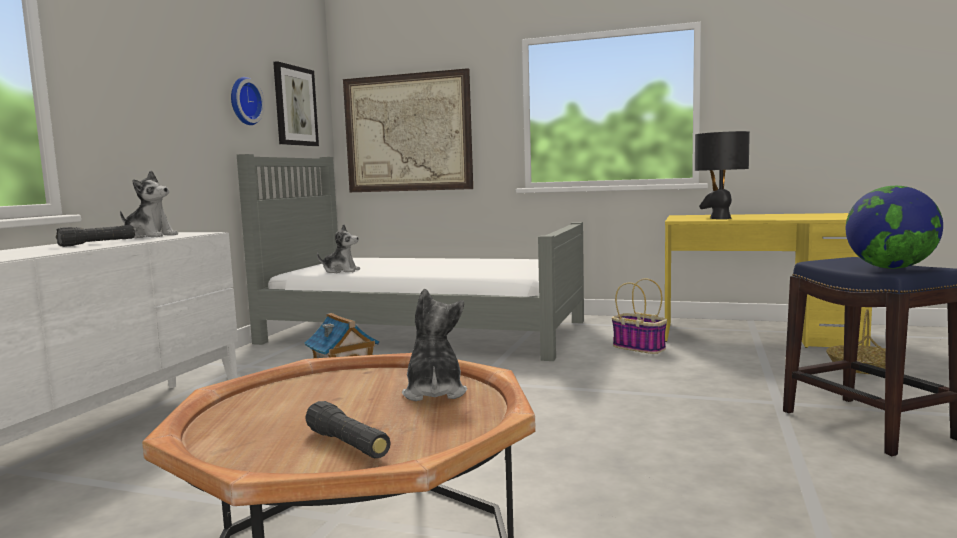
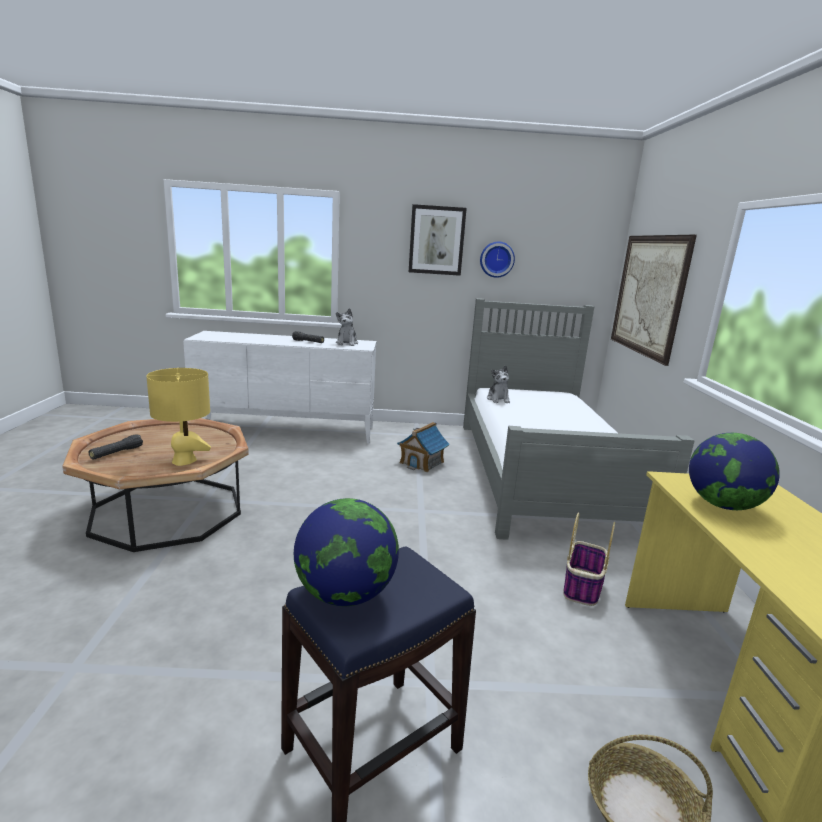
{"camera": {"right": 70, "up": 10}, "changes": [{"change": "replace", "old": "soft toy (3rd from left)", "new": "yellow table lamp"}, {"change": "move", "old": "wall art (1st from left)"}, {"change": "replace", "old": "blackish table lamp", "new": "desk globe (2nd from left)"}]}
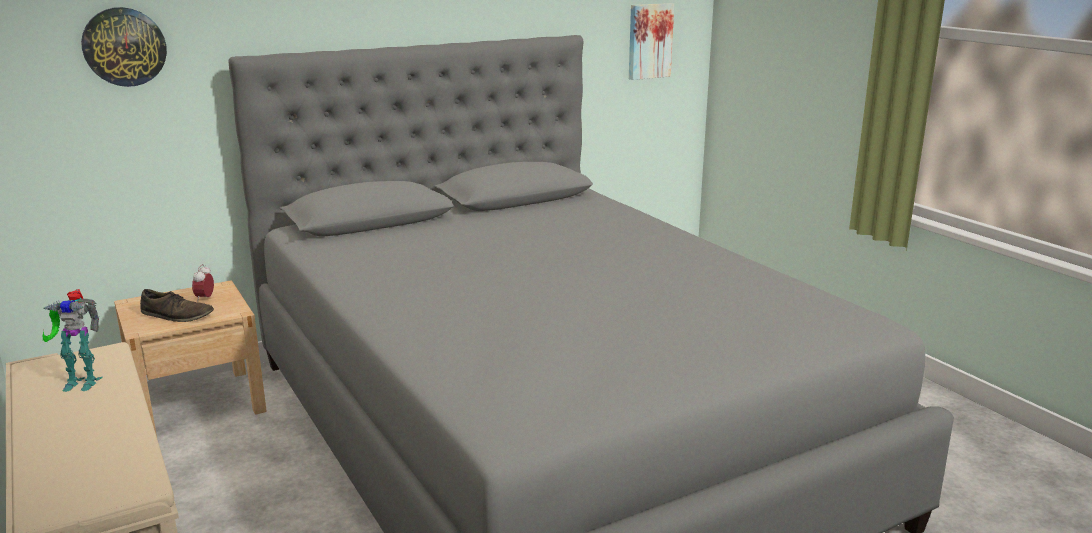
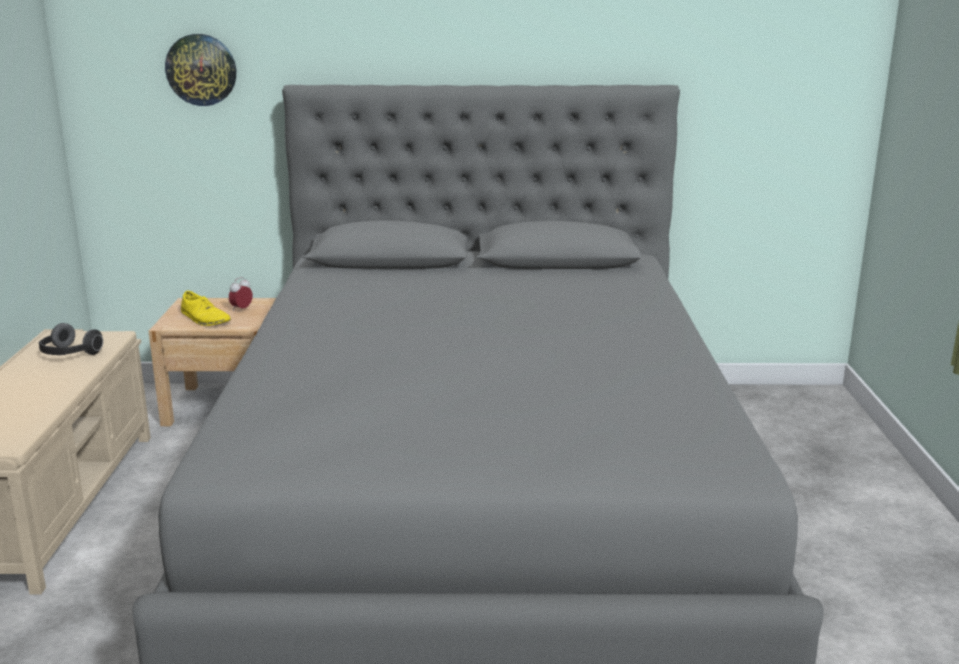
{"camera": {"right": 30, "up": 0}, "changes": [{"change": "replace", "old": "model robot", "new": "headset"}, {"change": "recolor", "old": "brown-coloured low shoe", "new": "yellow low shoe"}, {"change": "delete", "old": "wall art"}]}
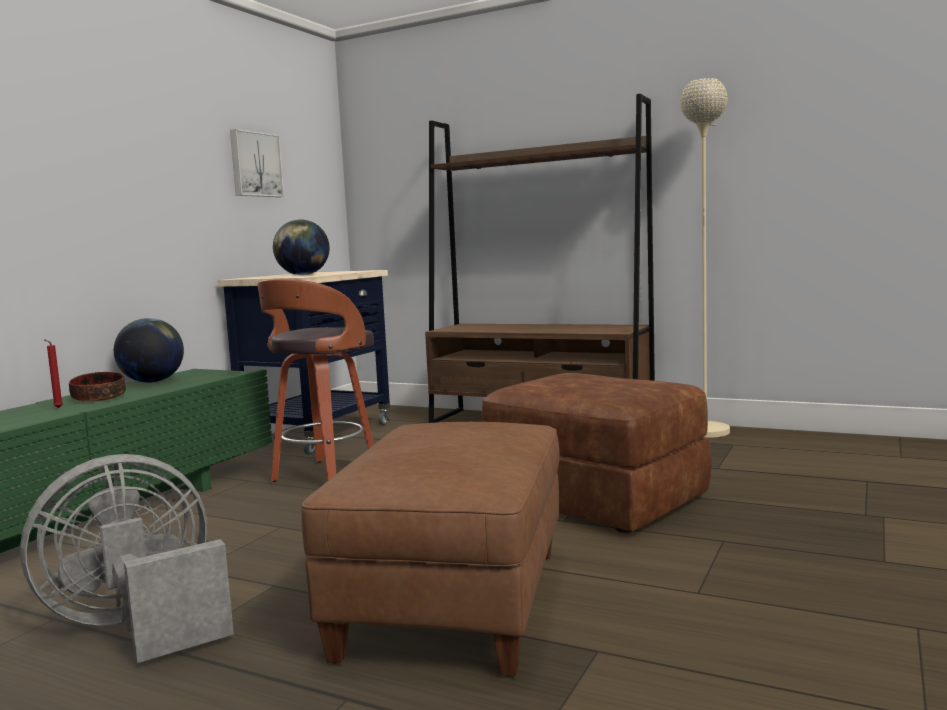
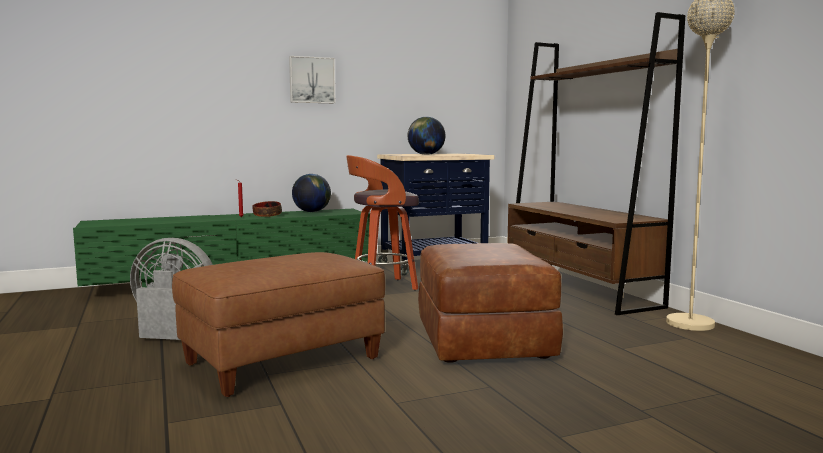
{"camera": {"right": 40, "up": 0}, "changes": [{"change": "move", "old": "wall art"}]}
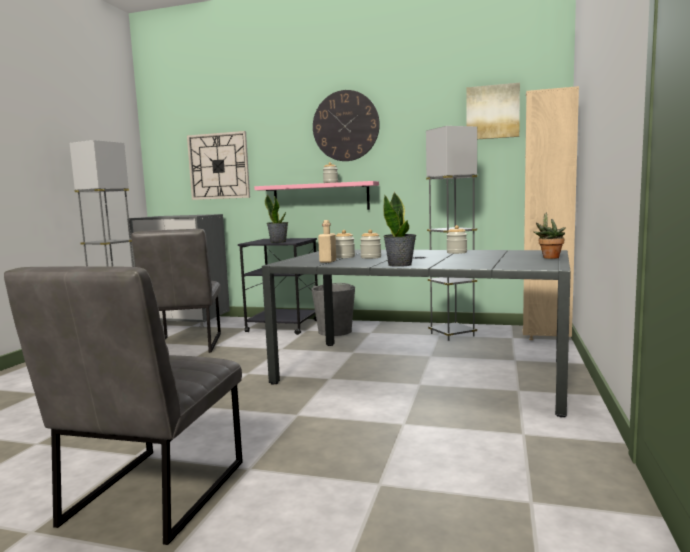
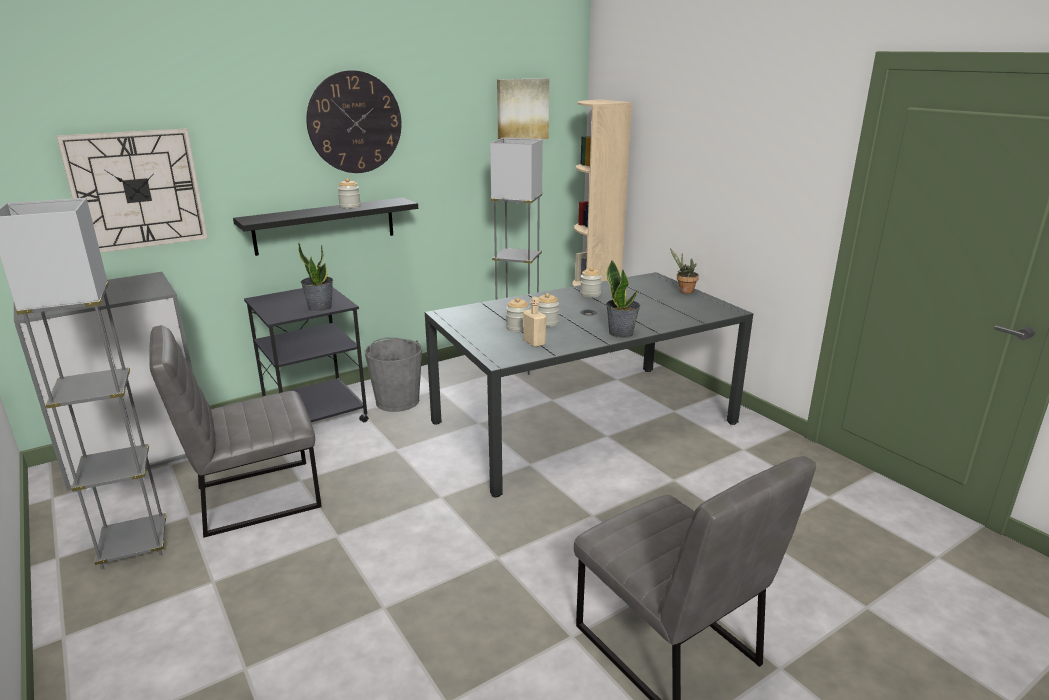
{"camera": {"right": -50, "up": 15}, "changes": [{"change": "rotate", "old": "greyish plain chair (2nd from left in the first image)", "degrees": 120}, {"change": "recolor", "old": "pink-coloured shelf", "new": "blackish shelf"}]}
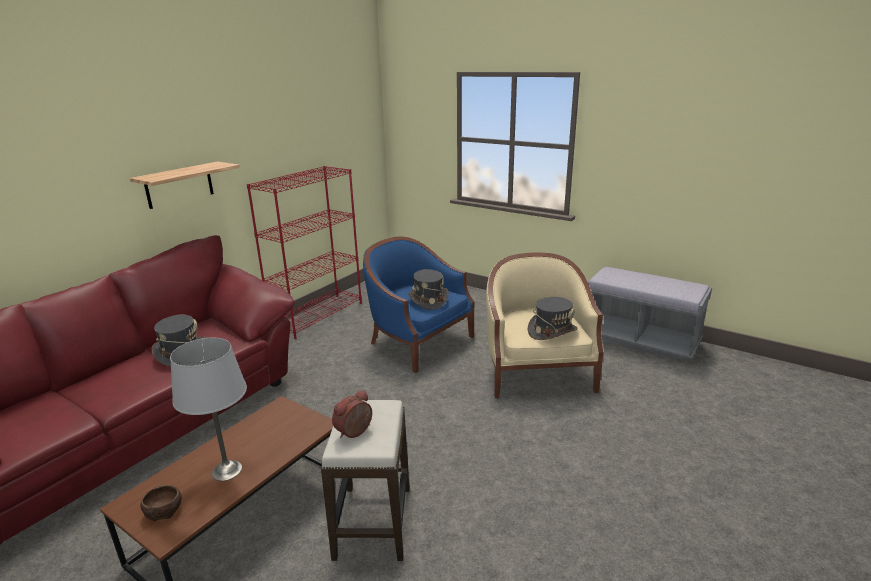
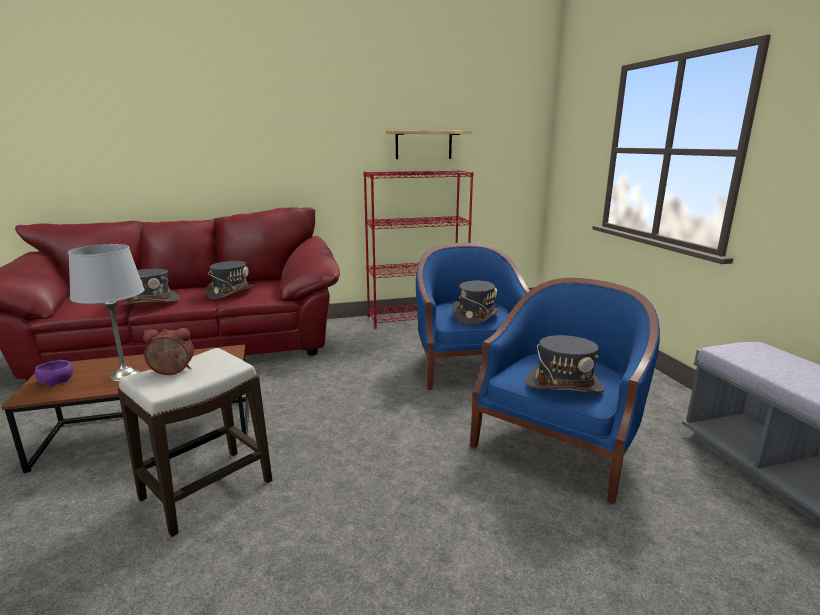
{"camera": {"right": 40, "up": -5}, "changes": [{"change": "recolor", "old": "brown-coloured bowl", "new": "purple-coloured bowl"}, {"change": "insert", "new": "greyish wearable hat (1st from left)"}, {"change": "move", "old": "shelf"}, {"change": "recolor", "old": "beige armchair", "new": "blue-coloured armchair (2nd from left)"}]}
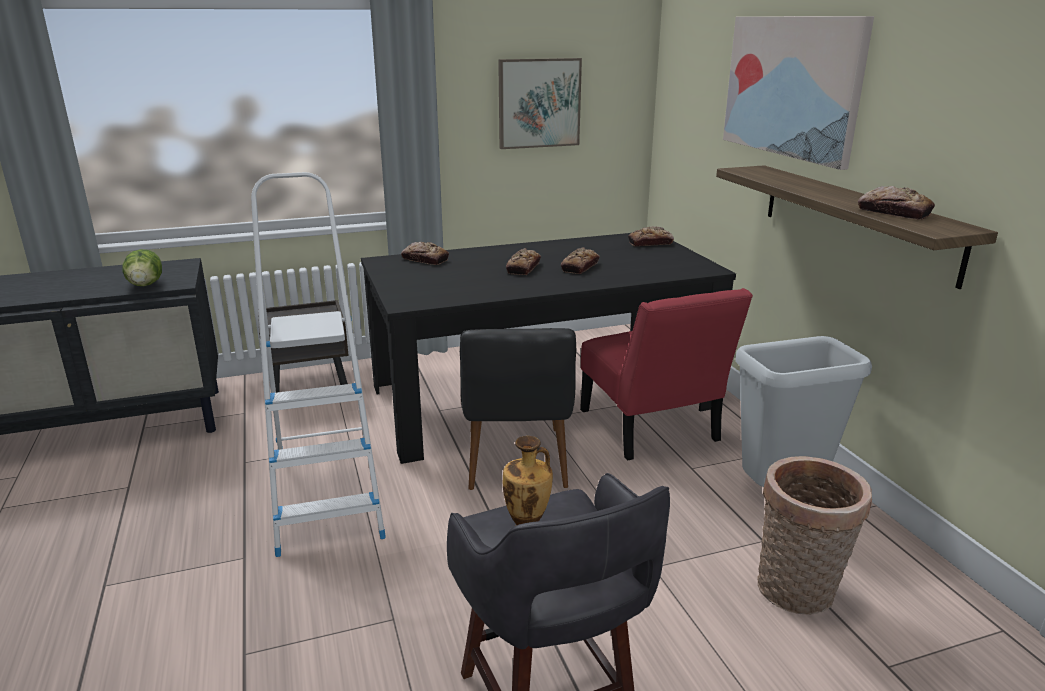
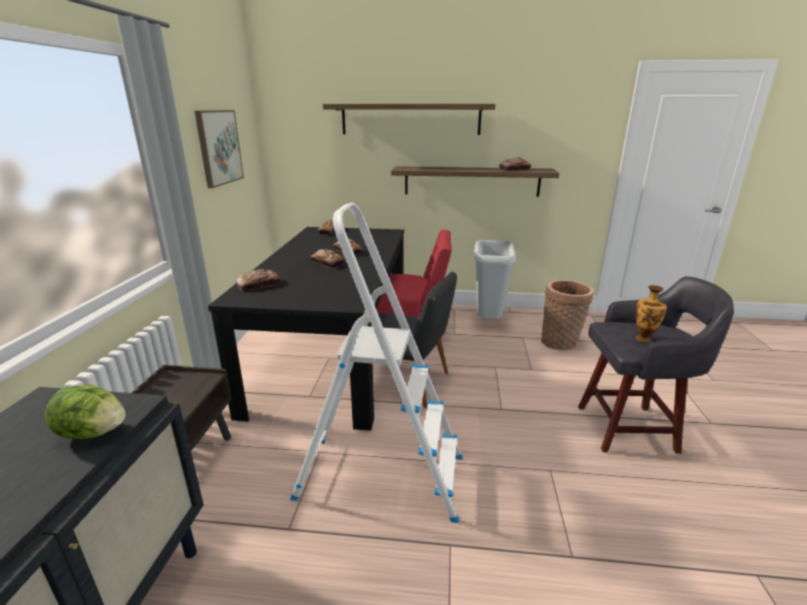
{"camera": {"right": -65, "up": 0}, "changes": [{"change": "replace", "old": "wall art (2nd from left)", "new": "shelf (1st from left)"}]}
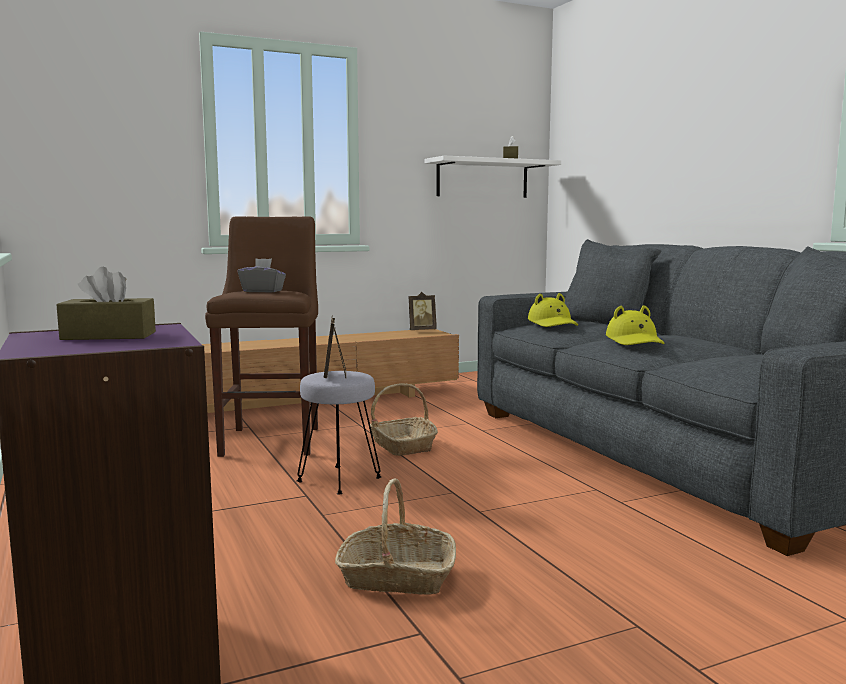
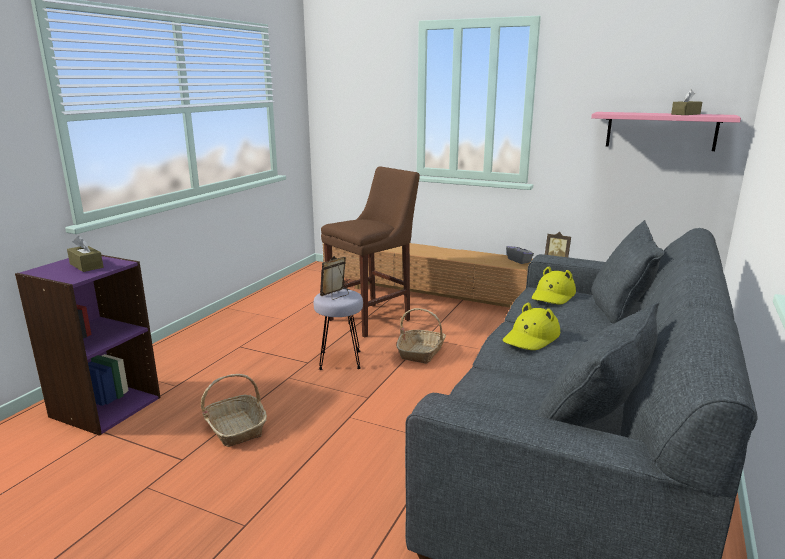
{"camera": {"right": 50, "up": 10}, "changes": [{"change": "move", "old": "greyish tissue holder"}, {"change": "recolor", "old": "white-coloured shelf", "new": "pink-coloured shelf"}]}
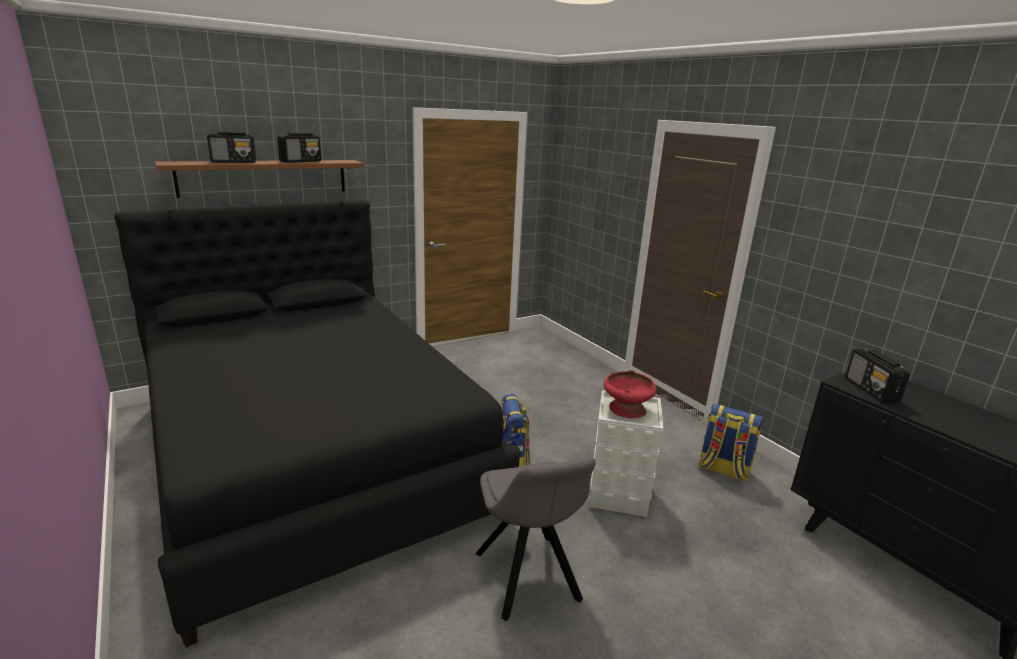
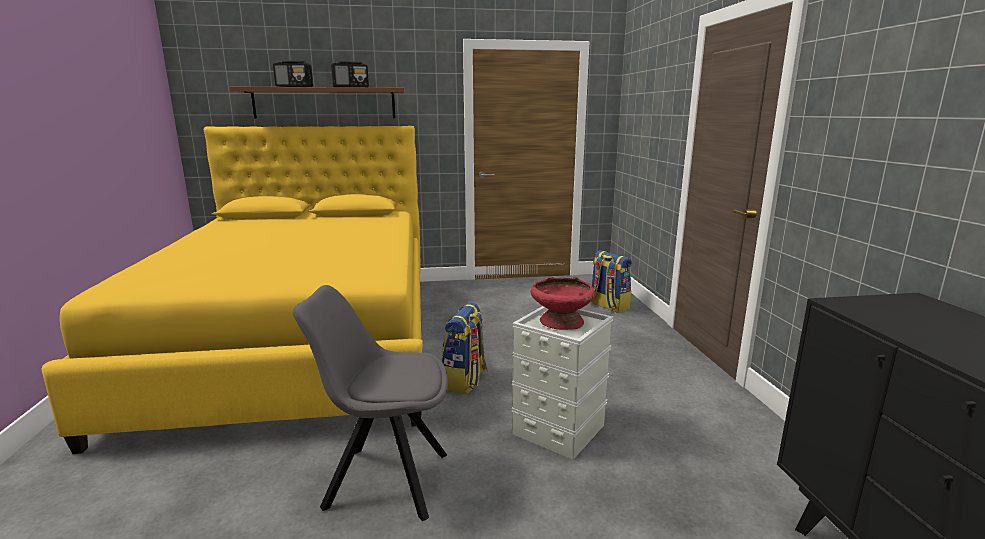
{"camera": {"right": 25, "up": -5}, "changes": [{"change": "recolor", "old": "blackish sleeping bed", "new": "yellow sleeping bed"}, {"change": "rotate", "old": "greyish plain chair", "degrees": 90}, {"change": "move", "old": "rucksack (2nd from left)"}, {"change": "delete", "old": "radio receiver (3rd from left)"}]}
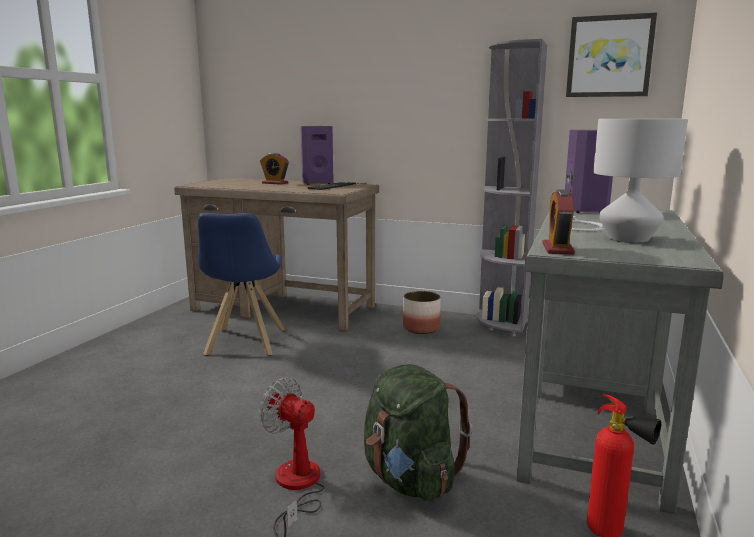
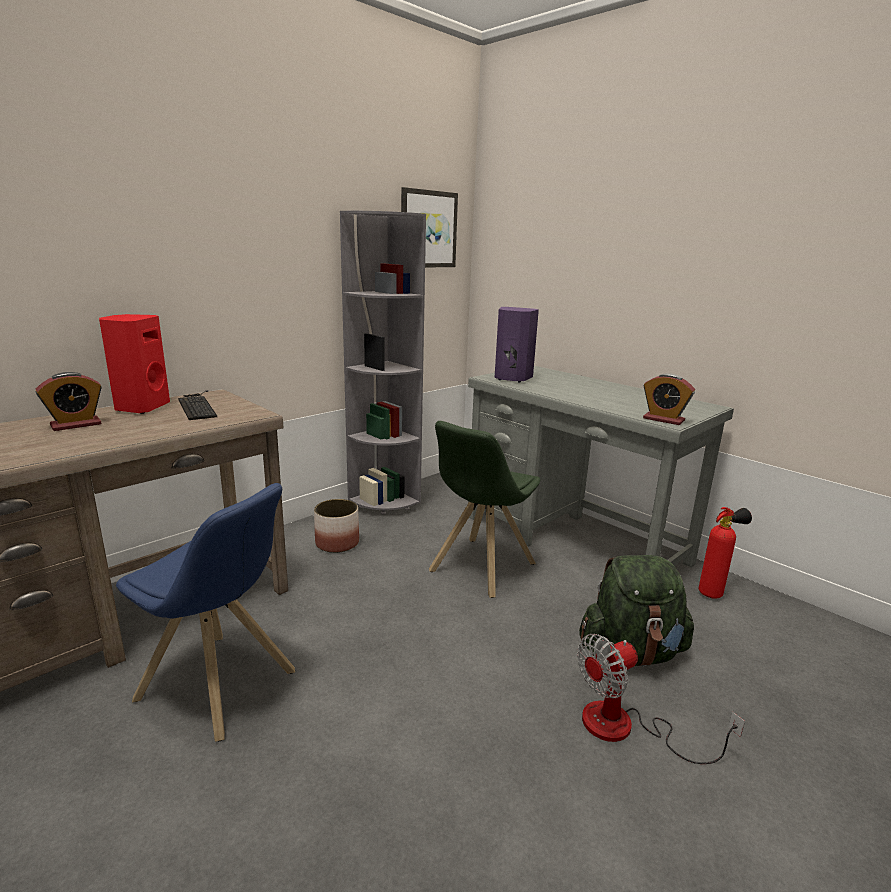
{"camera": {"right": -65, "up": 5}, "changes": [{"change": "recolor", "old": "purple-coloured audio speaker (1st from left)", "new": "red audio speaker"}, {"change": "insert", "new": "green plain chair"}, {"change": "delete", "old": "greyish table lamp"}]}
